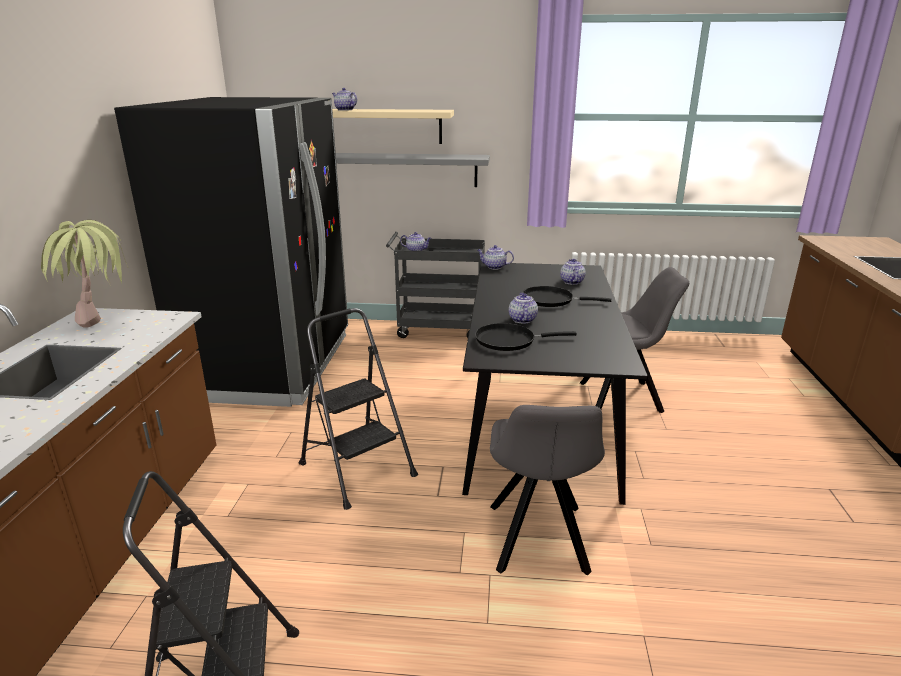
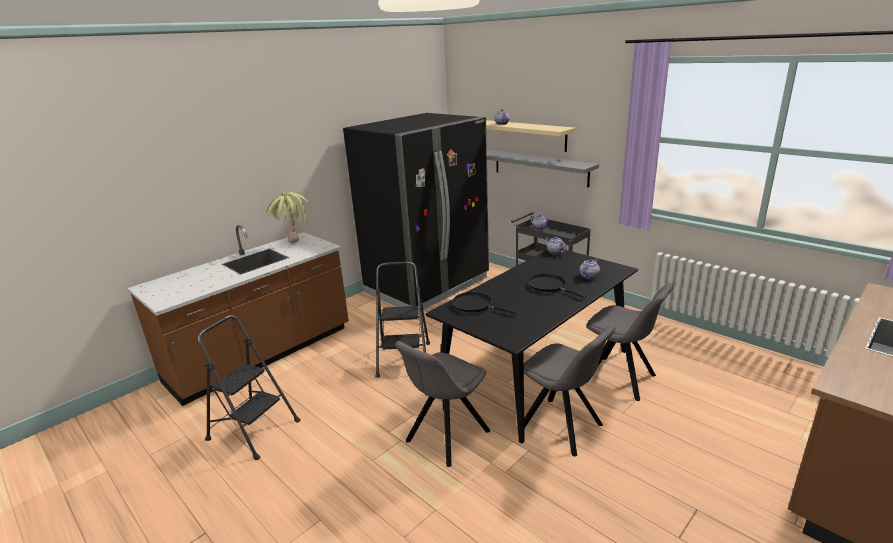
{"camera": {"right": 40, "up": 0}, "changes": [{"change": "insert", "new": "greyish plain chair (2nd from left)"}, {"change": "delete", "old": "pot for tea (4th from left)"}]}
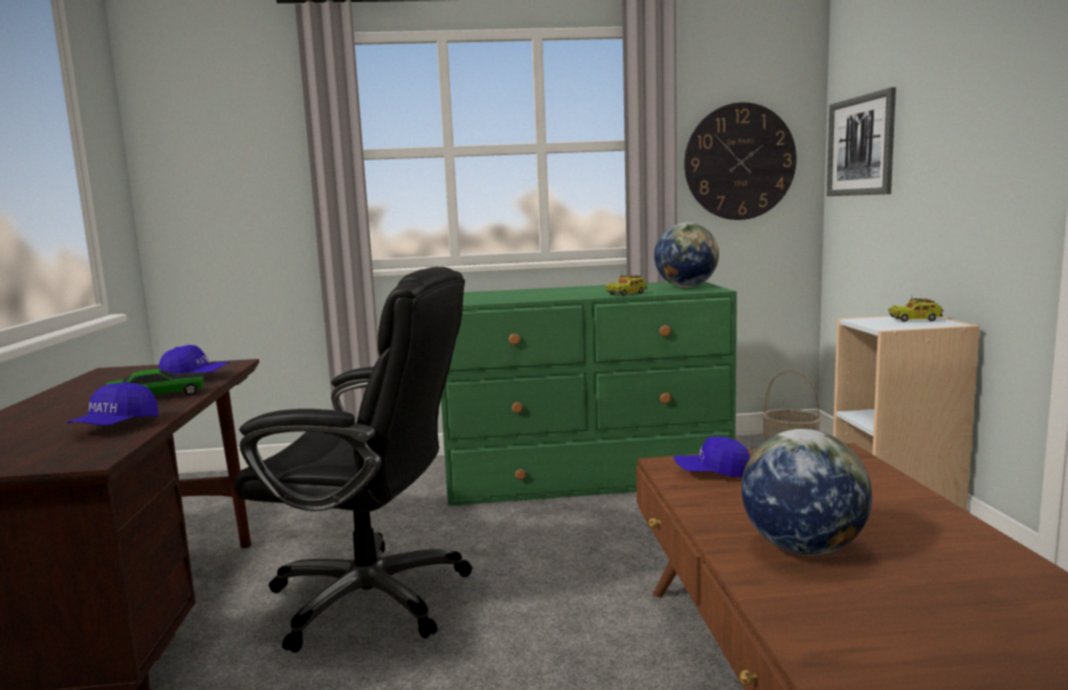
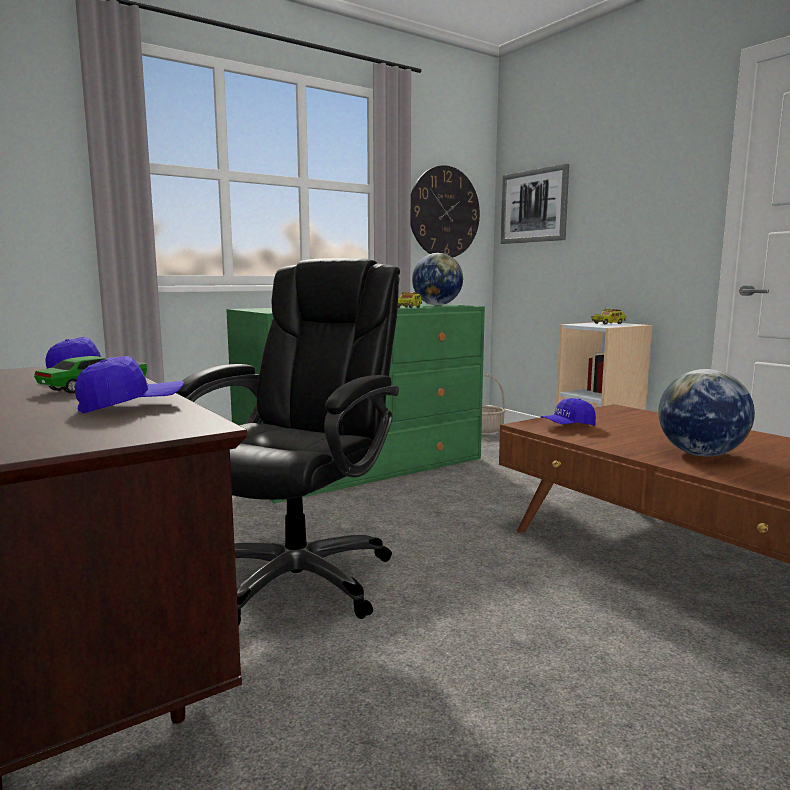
{"camera": {"right": -30, "up": 0}, "changes": [{"change": "rotate", "old": "blue-coloured peaked cap (1st from left in the first image)", "degrees": -105}, {"change": "rotate", "old": "blackish computer chair", "degrees": -45}]}
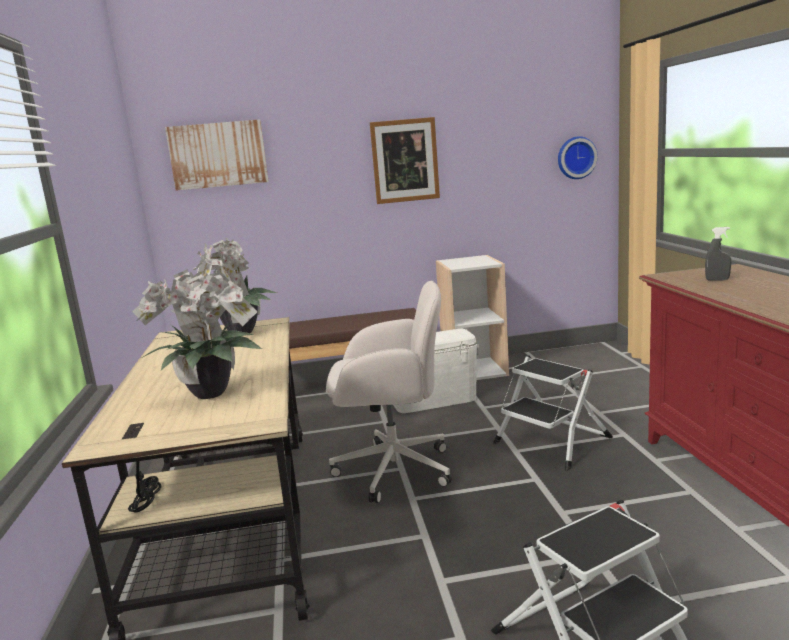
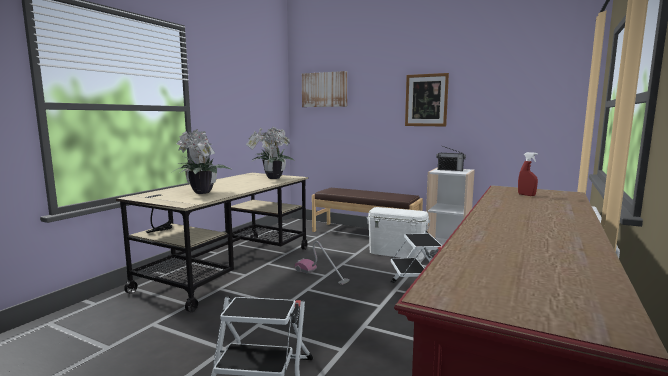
{"camera": {"right": 35, "up": -5}, "changes": [{"change": "replace", "old": "white-coloured computer chair", "new": "vacuum cleaner"}, {"change": "insert", "new": "radio receiver"}, {"change": "recolor", "old": "greyish sprayer", "new": "red sprayer"}, {"change": "delete", "old": "hanging clock"}]}
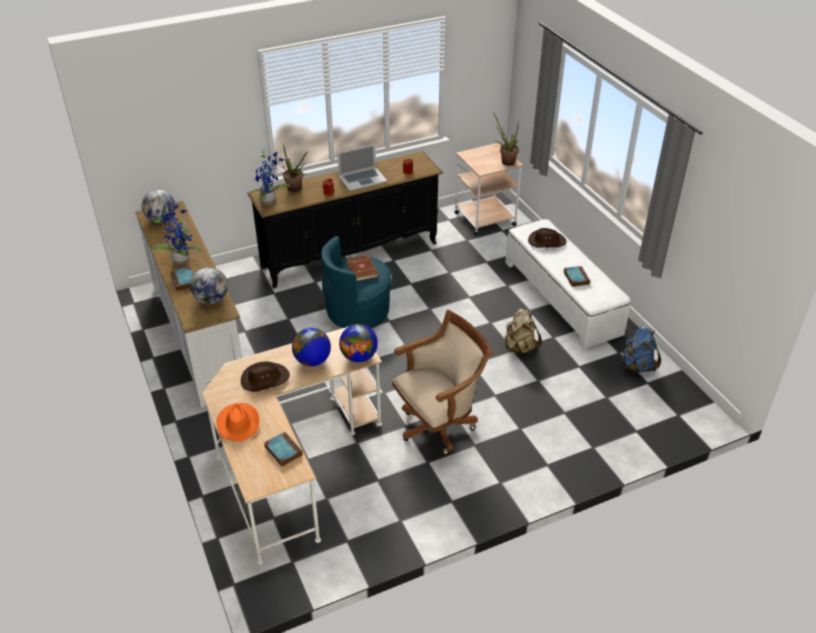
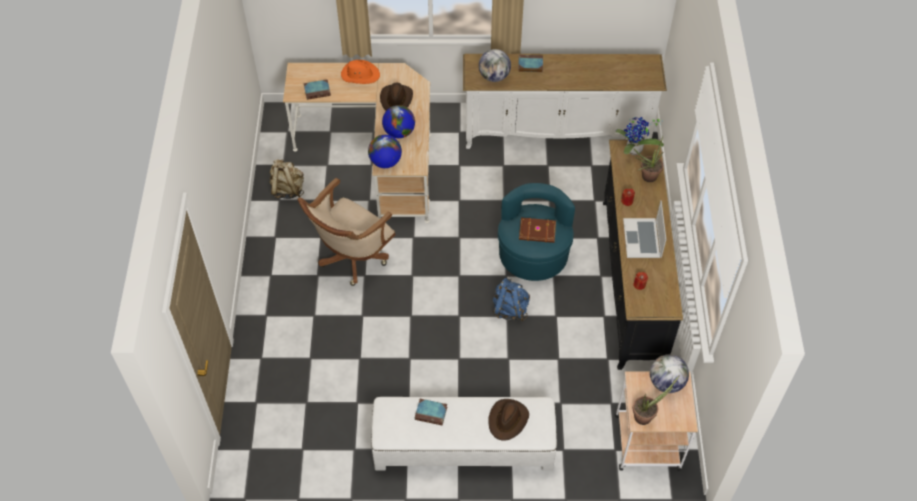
{"camera": {"right": 115, "up": 15}, "changes": [{"change": "move", "old": "beige rucksack"}, {"change": "rotate", "old": "computer chair", "degrees": 45}, {"change": "move", "old": "blue-coloured rucksack"}, {"change": "move", "old": "desk globe (1st from left in the first image)", "new": "desk globe (4th from left)"}, {"change": "delete", "old": "plant in a pot (1st from left)"}]}
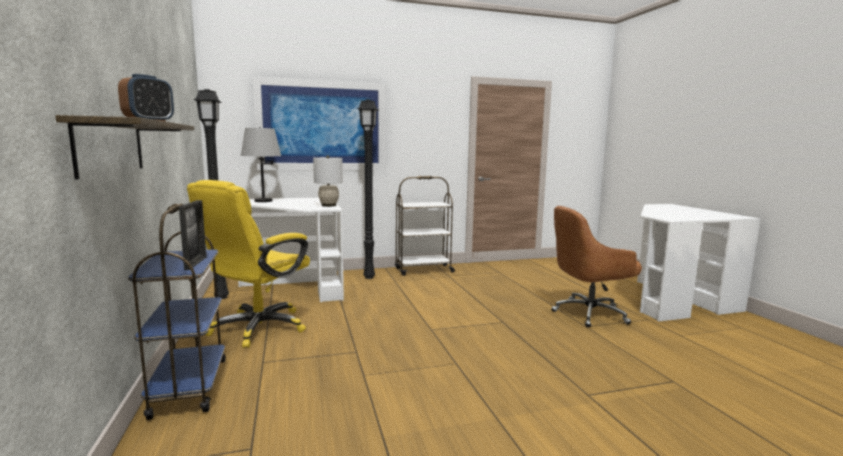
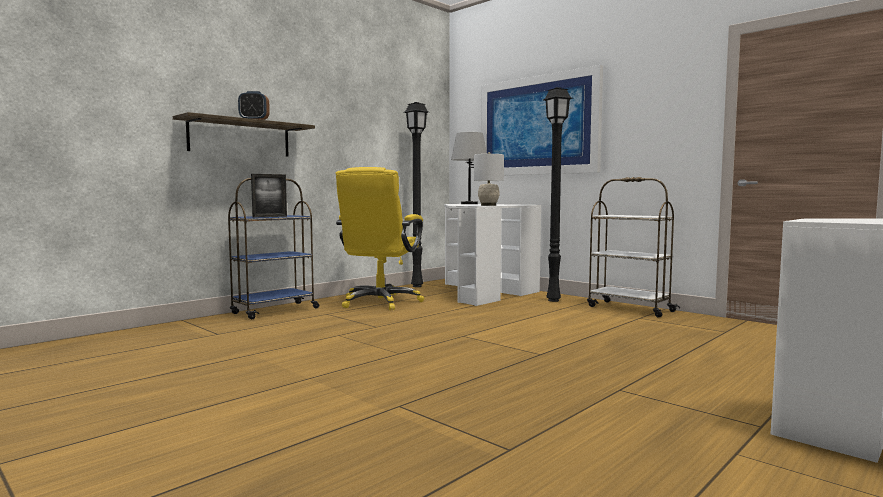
{"camera": {"right": 60, "up": -5}, "changes": [{"change": "rotate", "old": "yellow computer chair", "degrees": -75}, {"change": "delete", "old": "brown-coloured computer chair"}]}
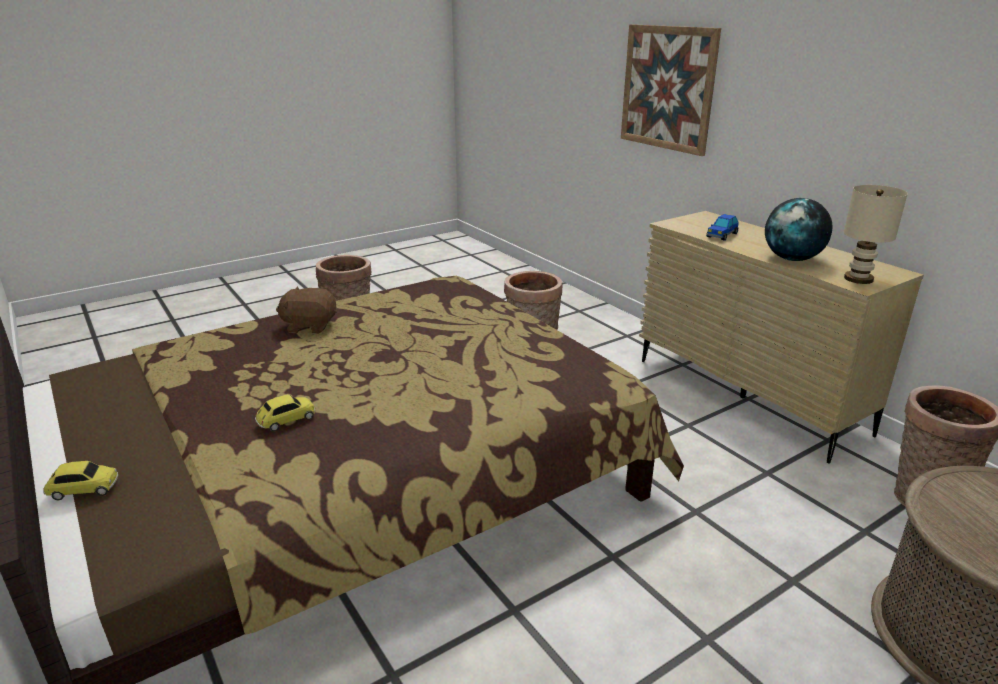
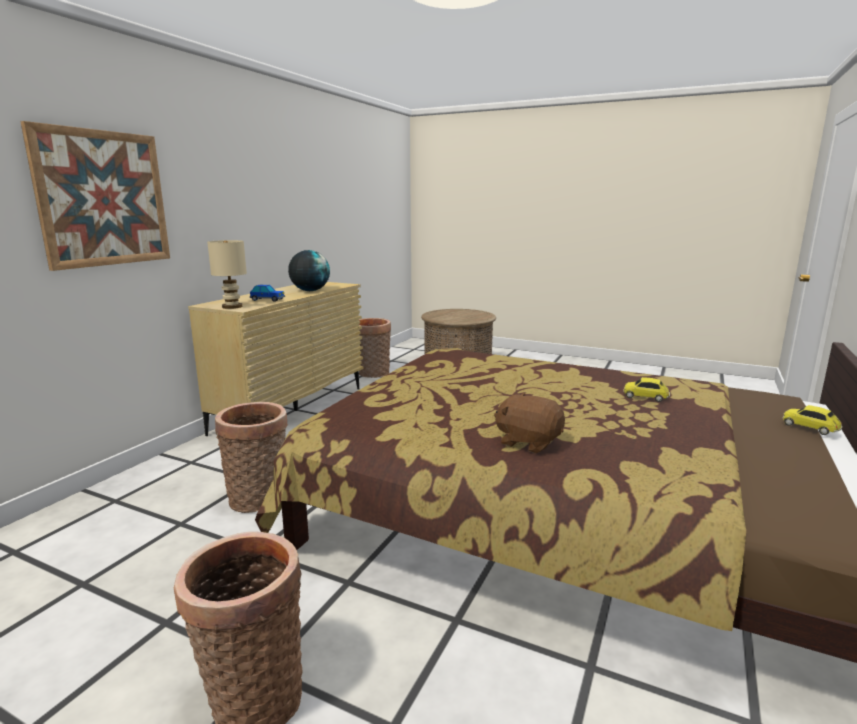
{"camera": {"right": -120, "up": -10}, "changes": [{"change": "move", "old": "beige table lamp"}, {"change": "rotate", "old": "brown-coloured soft toy", "degrees": 150}]}
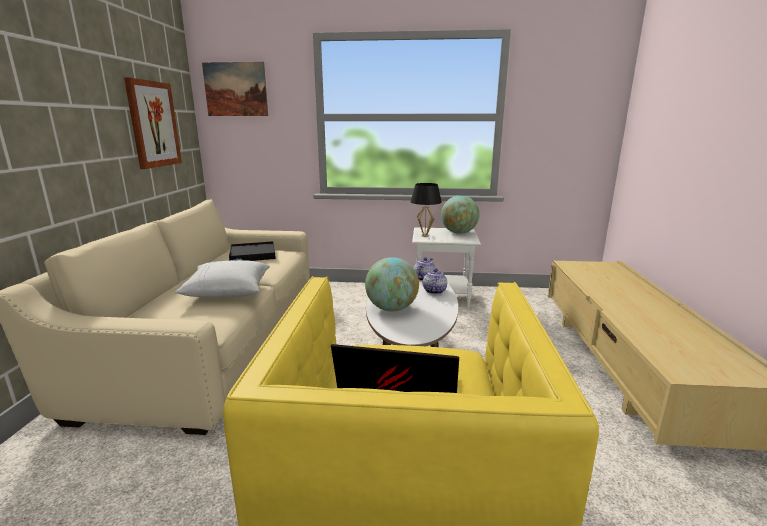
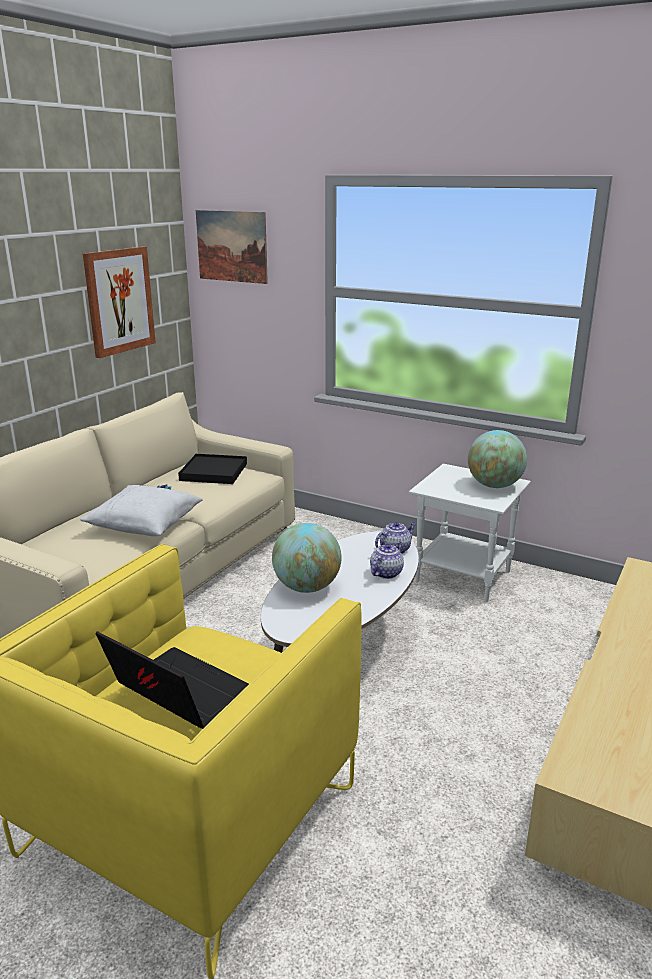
{"camera": {"right": 25, "up": 5}, "changes": [{"change": "delete", "old": "blackish table lamp"}]}
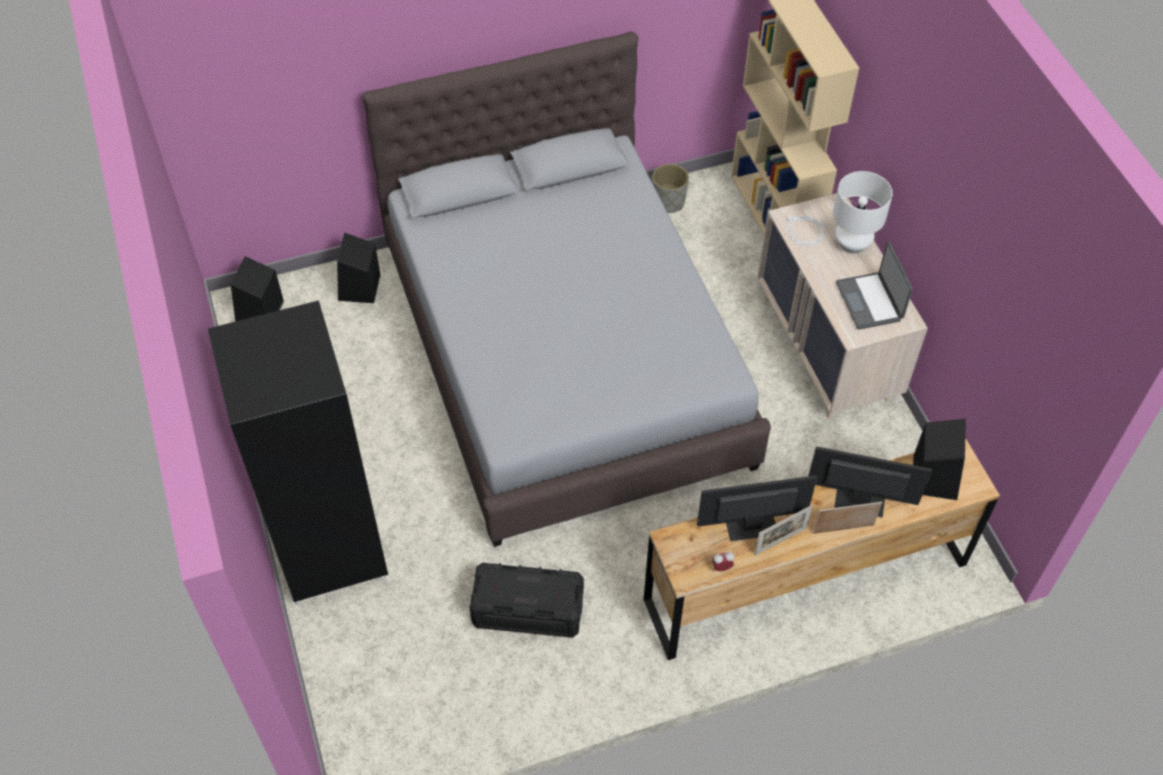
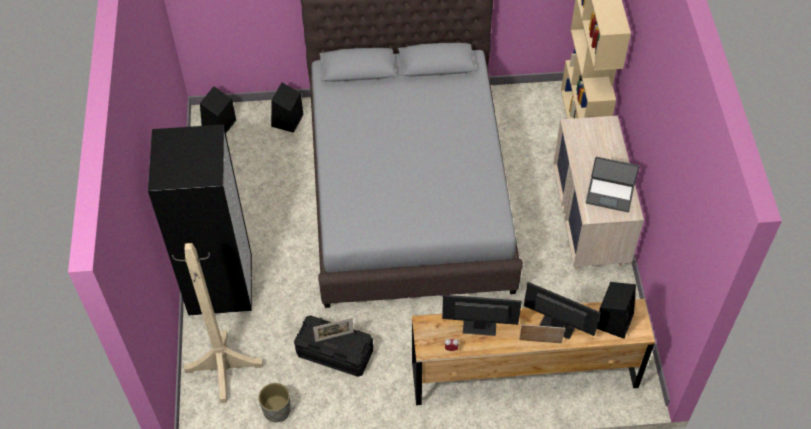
{"camera": {"right": 15, "up": 0}, "changes": [{"change": "insert", "new": "beige garment stand"}, {"change": "move", "old": "greyish flower pot"}, {"change": "move", "old": "standing frame (1st from left)"}, {"change": "rotate", "old": "portable computer", "degrees": -75}, {"change": "delete", "old": "white-coloured table lamp"}]}
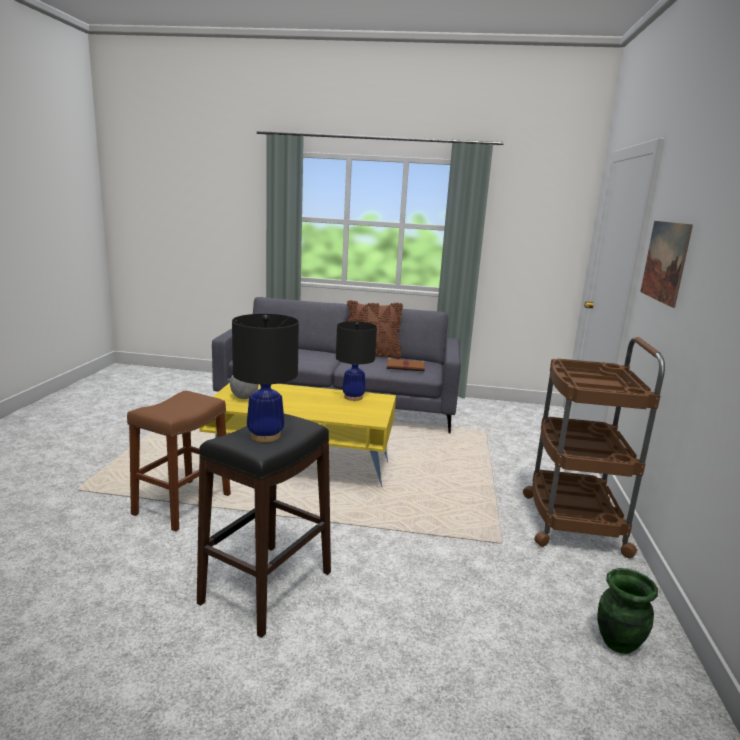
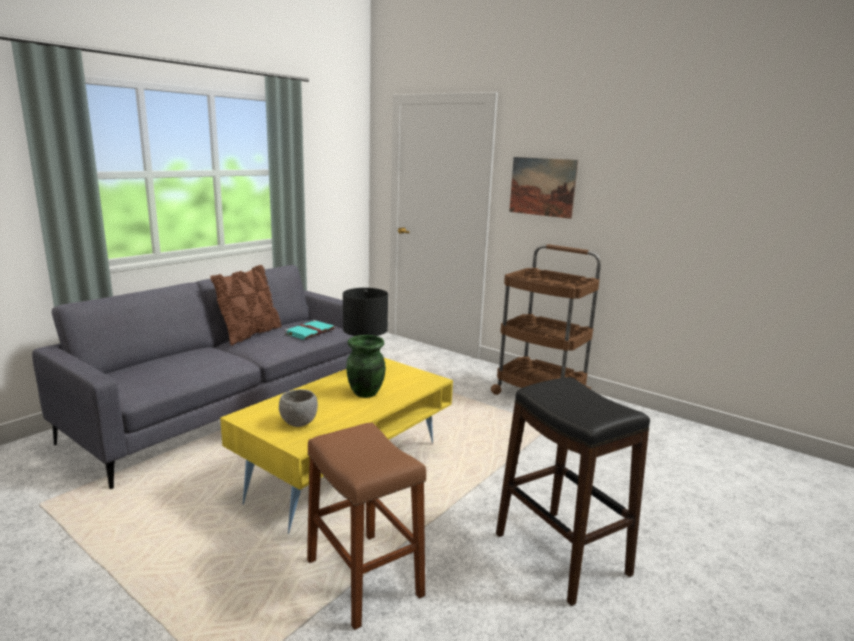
{"camera": {"right": -60, "up": 0}, "changes": [{"change": "recolor", "old": "brown-coloured book", "new": "turquoise book"}, {"change": "move", "old": "green vase"}, {"change": "delete", "old": "blackish table lamp (1st from left)"}]}
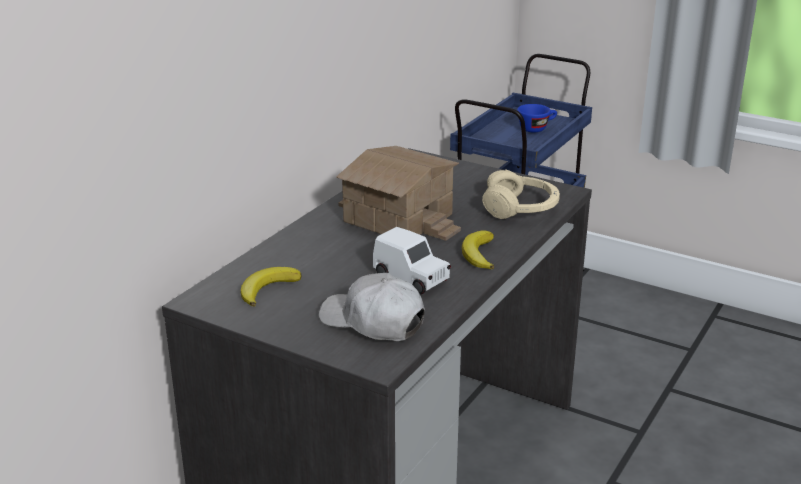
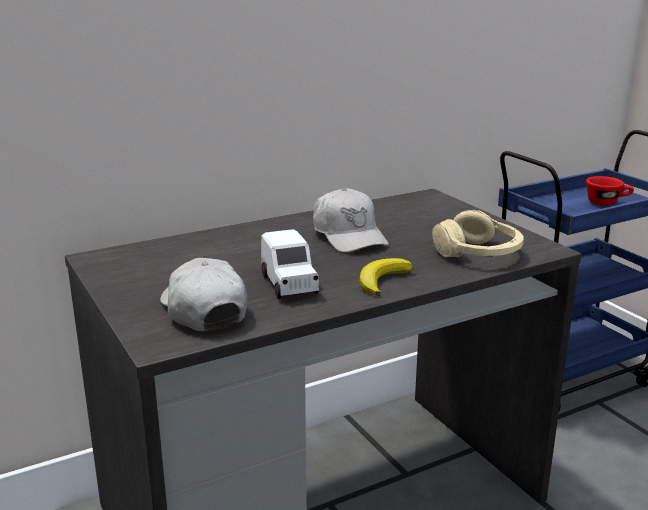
{"camera": {"right": 30, "up": -5}, "changes": [{"change": "replace", "old": "model house", "new": "white-coloured peaked cap (2nd from left)"}, {"change": "recolor", "old": "blue-coloured small cup", "new": "red small cup"}, {"change": "delete", "old": "banana (1st from left)"}]}
